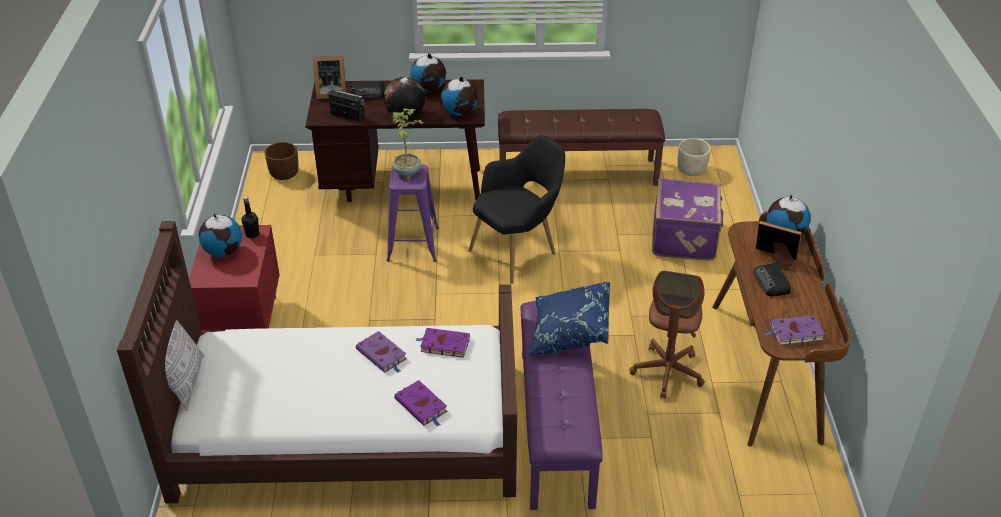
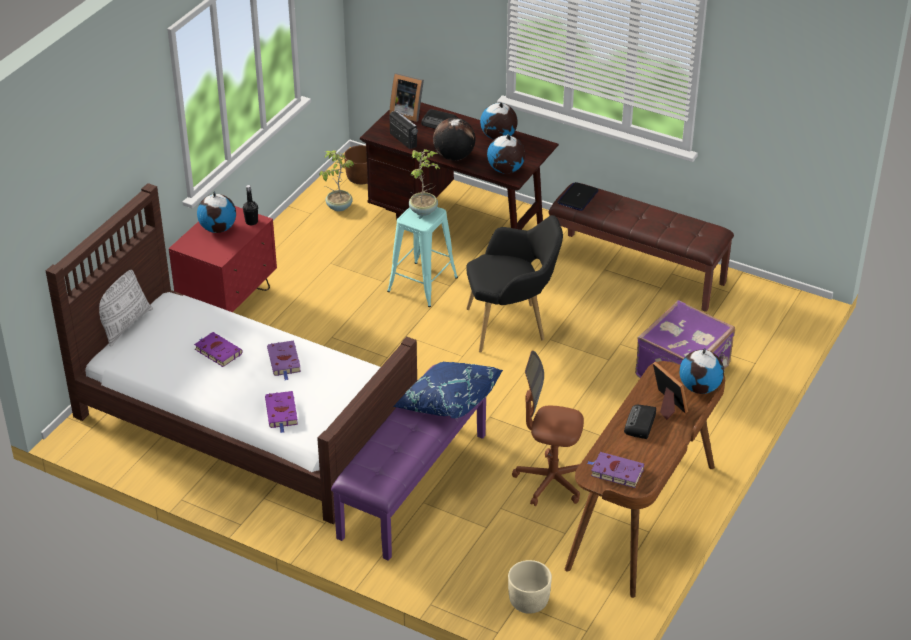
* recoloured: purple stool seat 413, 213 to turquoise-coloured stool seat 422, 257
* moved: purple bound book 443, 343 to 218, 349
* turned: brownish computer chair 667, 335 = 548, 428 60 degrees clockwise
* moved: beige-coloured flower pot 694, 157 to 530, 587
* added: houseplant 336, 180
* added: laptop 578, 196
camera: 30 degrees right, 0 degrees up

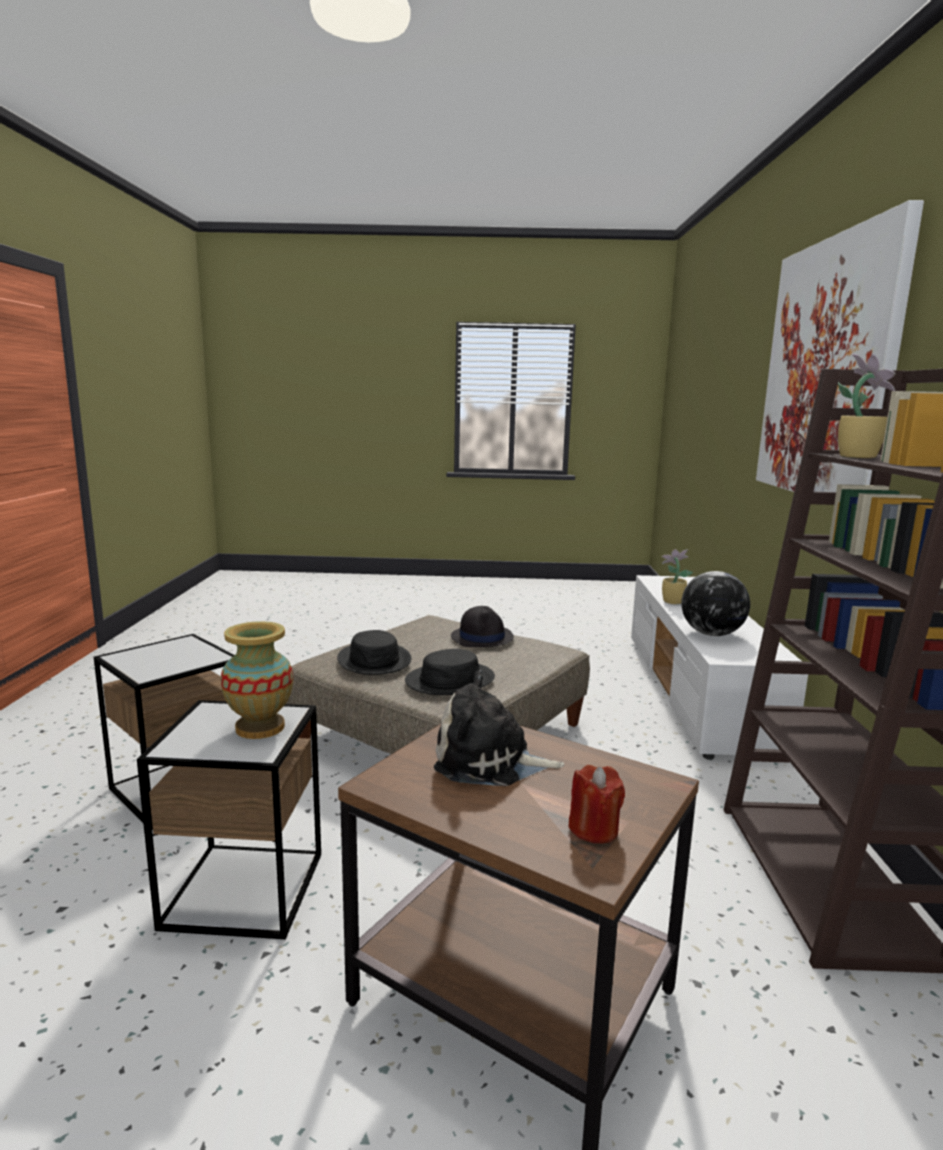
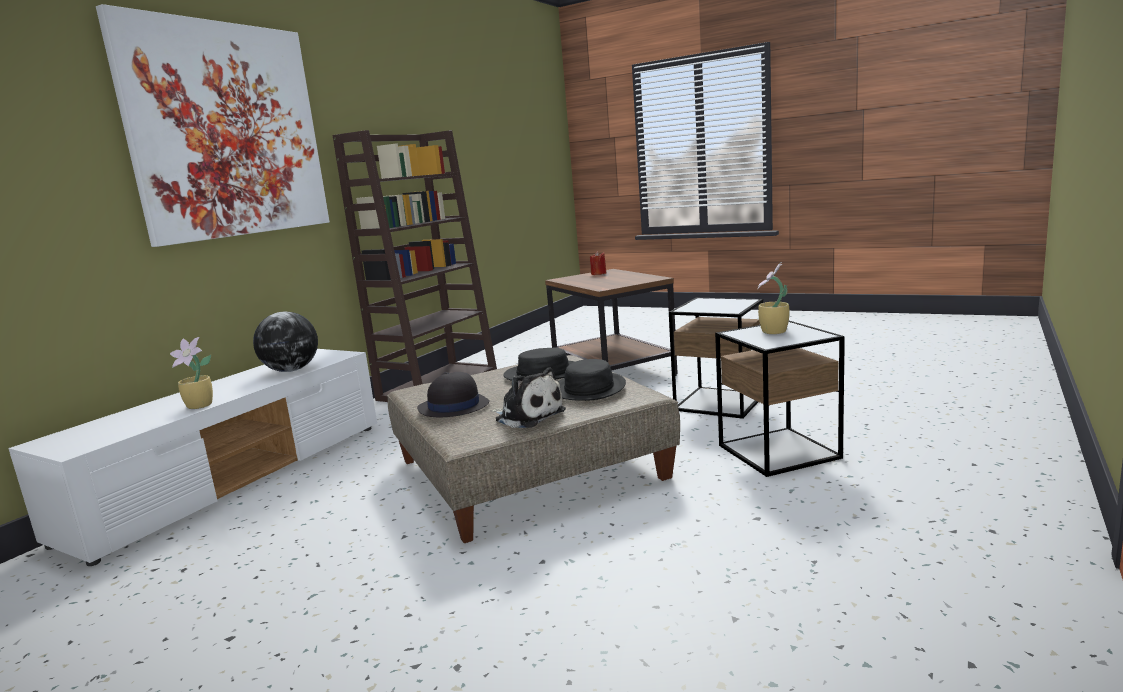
* removed: vase 257, 680
* moved: soft toy 499, 728 to 528, 397
* moved: houseplant 867, 406 to 773, 298
camera: 150 degrees left, 0 degrees up

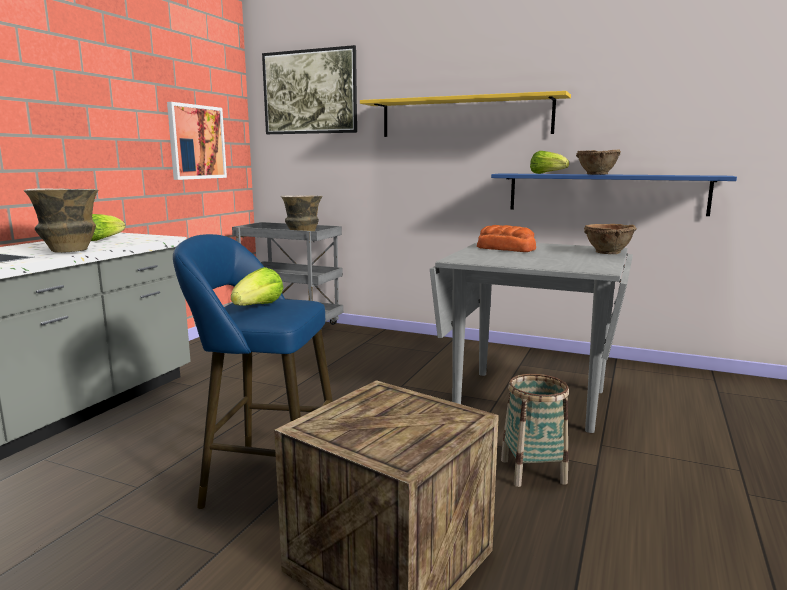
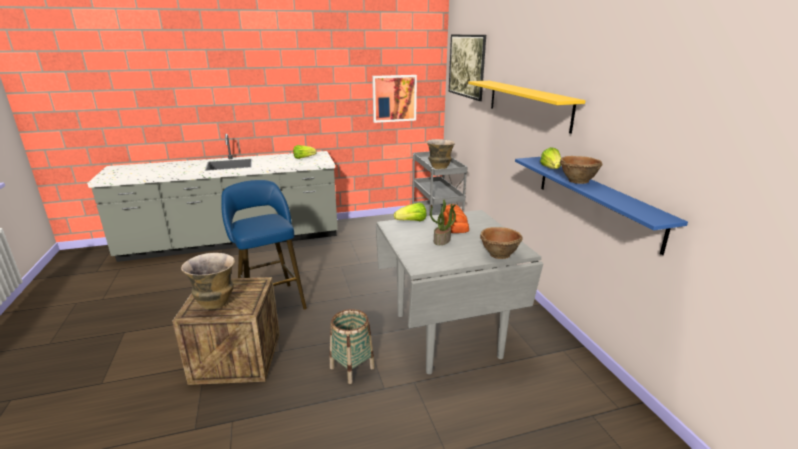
* moved: vase 61, 220 to 208, 281
* moved: head of lettuce 257, 286 to 410, 211
* added: houseplant 443, 222
camera: 50 degrees right, 10 degrees up

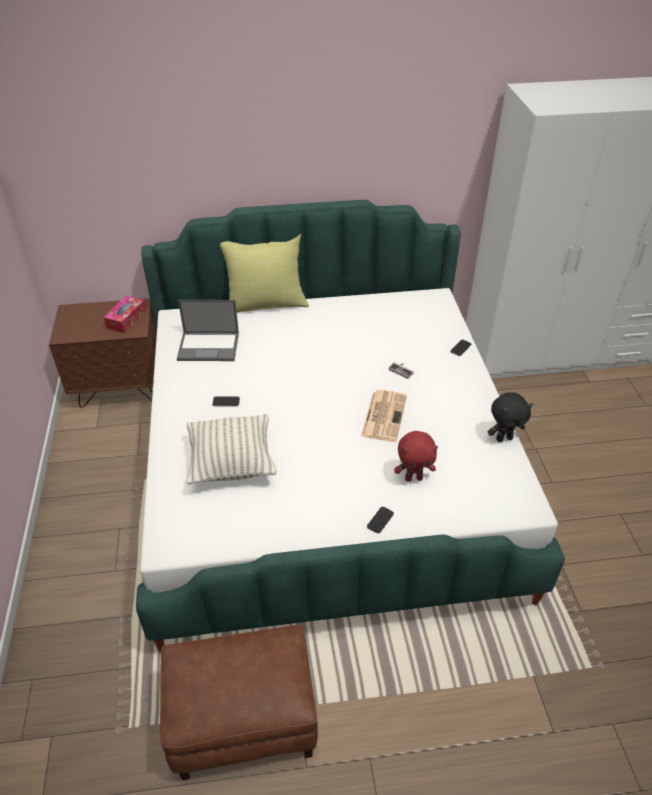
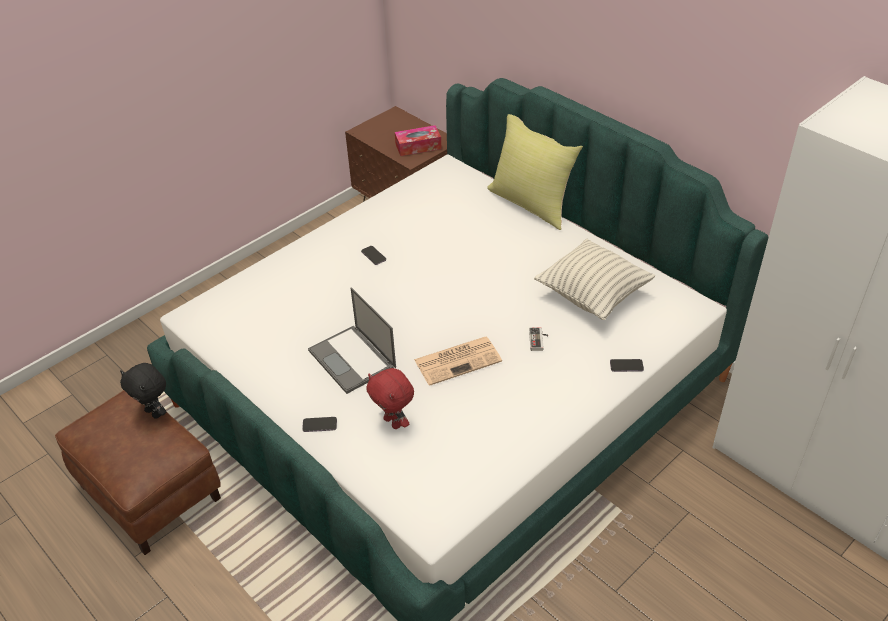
* moved: laptop 208, 330 to 352, 340
* moved: throw pillow 232, 449 to 594, 279
* moved: blackish soft toy 510, 417 to 143, 391
camera: 55 degrees right, 0 degrees up

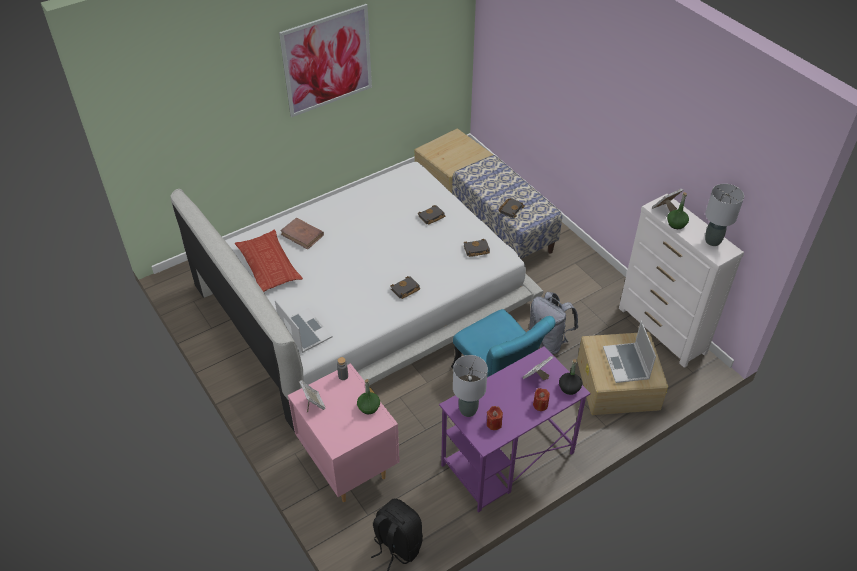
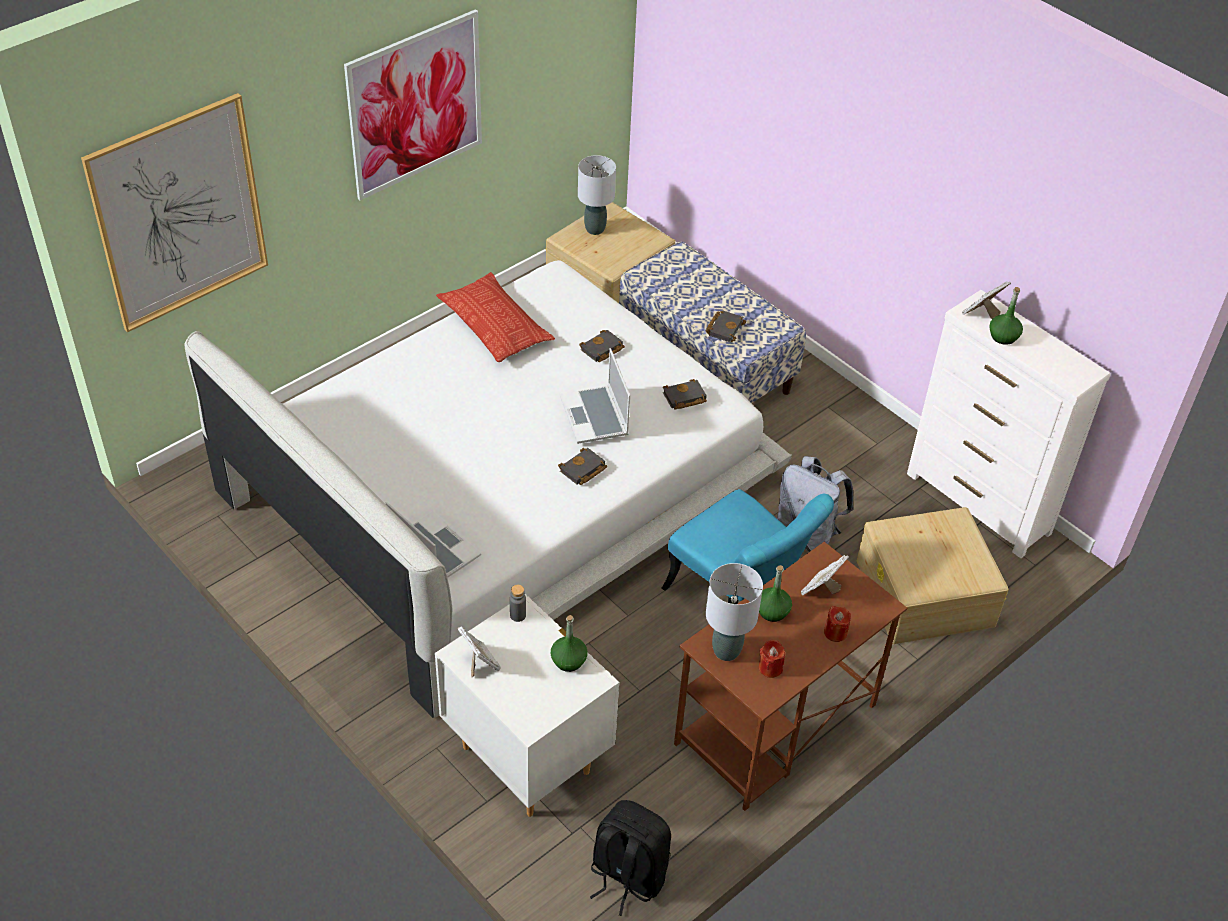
* moved: throw pillow 269, 261 to 495, 317
* removed: brownish bound book 302, 233
* recoloured: pinkish night table 344, 432 to white-coloured night table 527, 705
* recoloured: purple desk table 514, 430 to brownish desk table 790, 676
* removed: blackish drink bottle 570, 377
* moved: laptop 629, 352 to 595, 396
* moved: grey tabletop lamp 724, 215 to 597, 195
* added: picture 174, 212
* added: green-coloured drink bottle 775, 593
camera: 10 degrees left, 0 degrees up

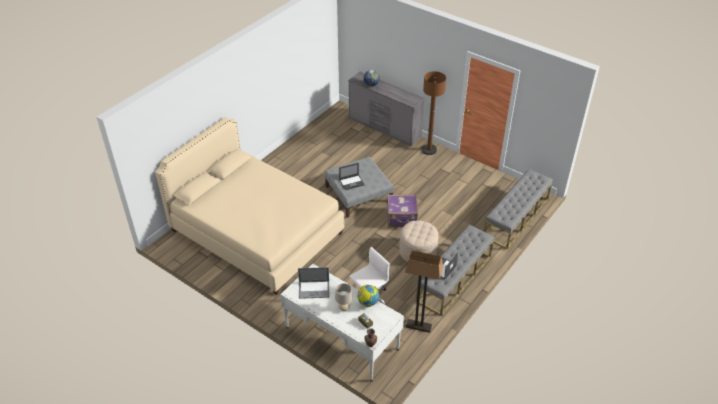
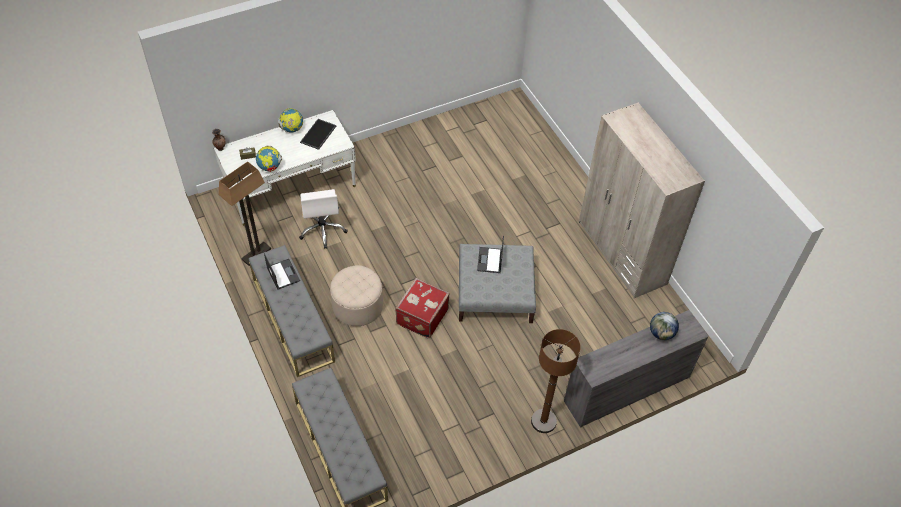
* removed: beige-coloured sleeping bed 249, 206
* replaced: laptop 313, 283 to tray 318, 134
* removed: beige-coloured tabletop lamp 344, 297
* recoloured: purple piece of luggage 402, 211 to red-coloured piece of luggage 422, 308
* added: world globe 290, 120
* added: beige-coloured clothes cupboard 642, 200
camera: 115 degrees right, 10 degrees up

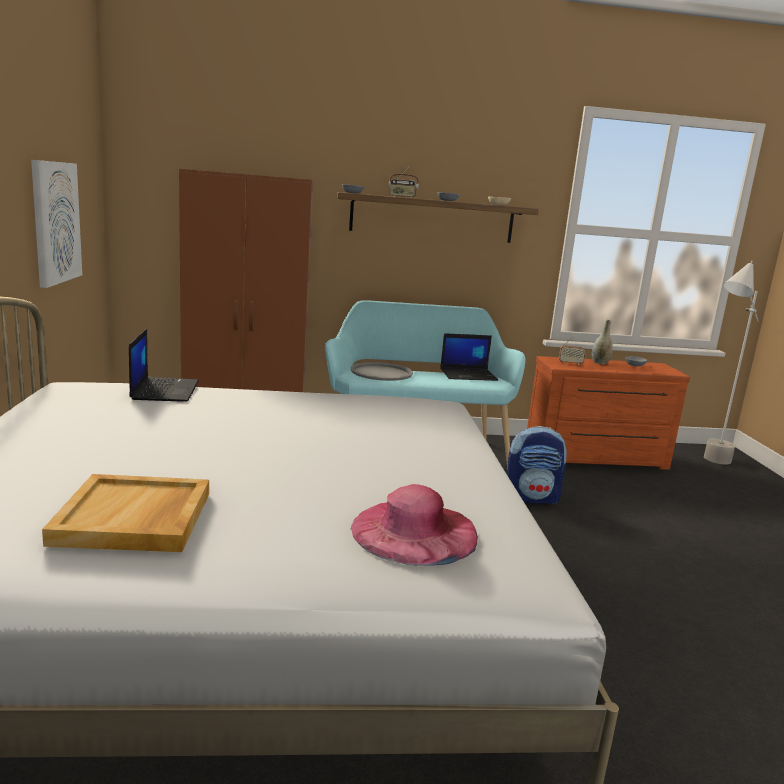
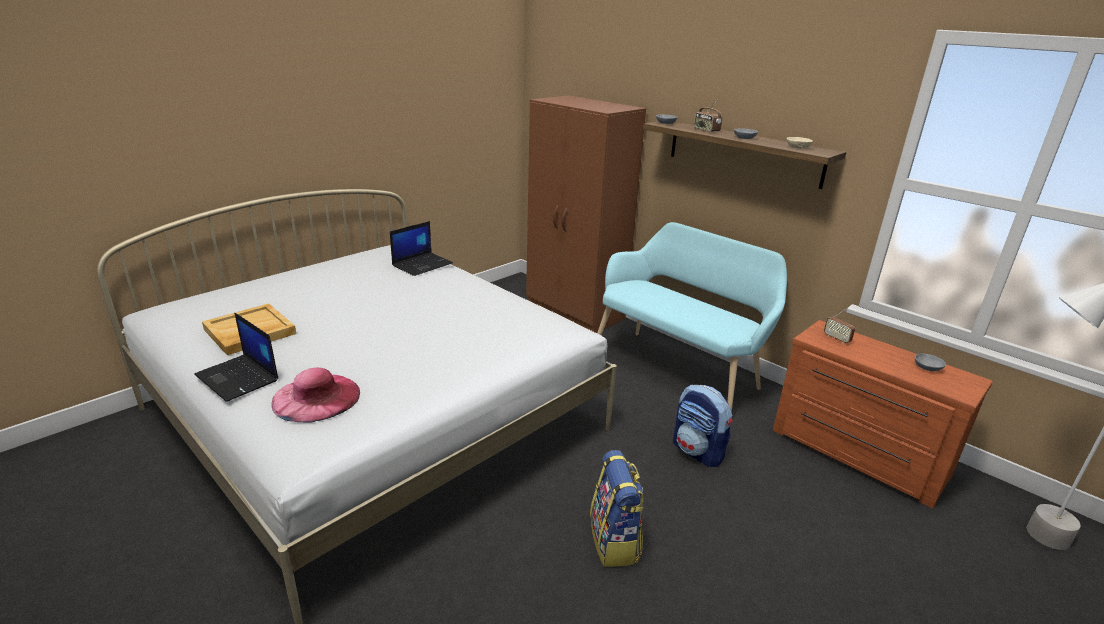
* removed: picture 56, 224
* removed: grey tray 382, 371
* moved: laptop 469, 357 to 236, 357
* removed: grey vase 602, 341
* added: rucksack 617, 508
camera: 50 degrees right, 10 degrees up

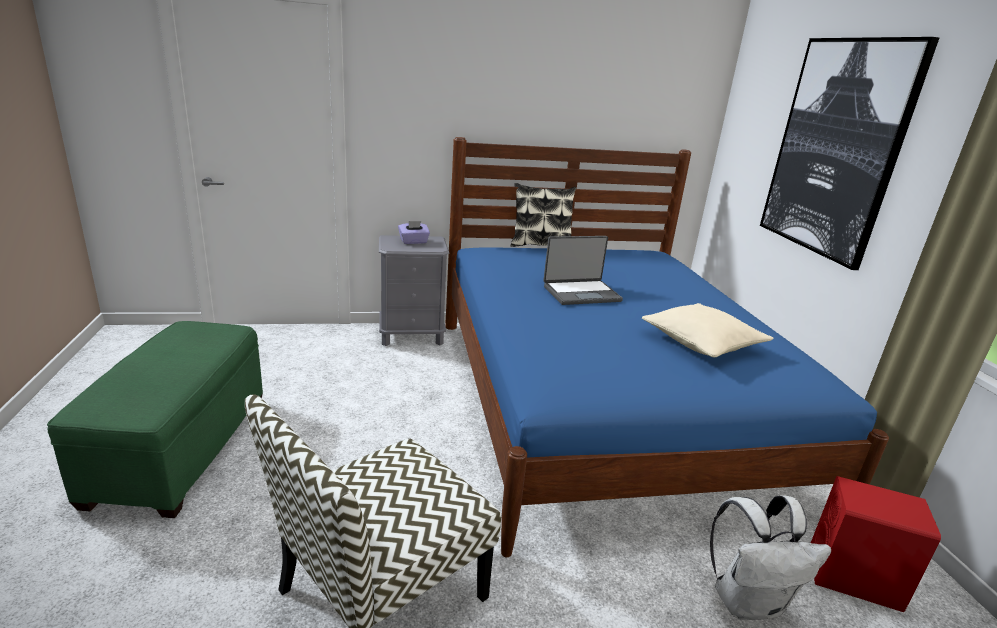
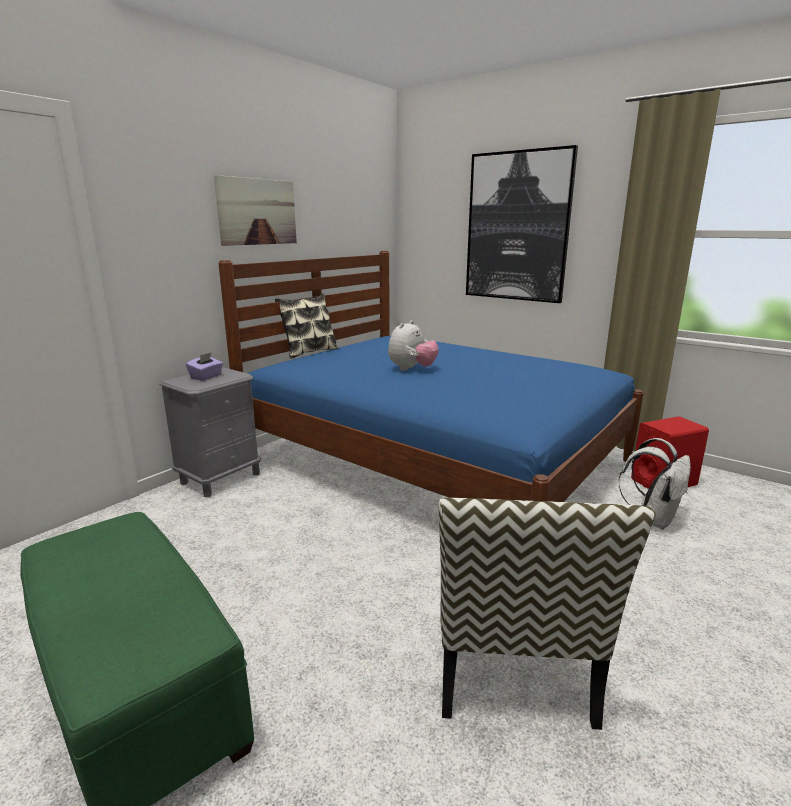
* replaced: laptop 583, 270 to soft toy 413, 345
* removed: beige-coloured throw pillow 708, 330
* added: picture 255, 210
camera: 40 degrees left, 5 degrees down

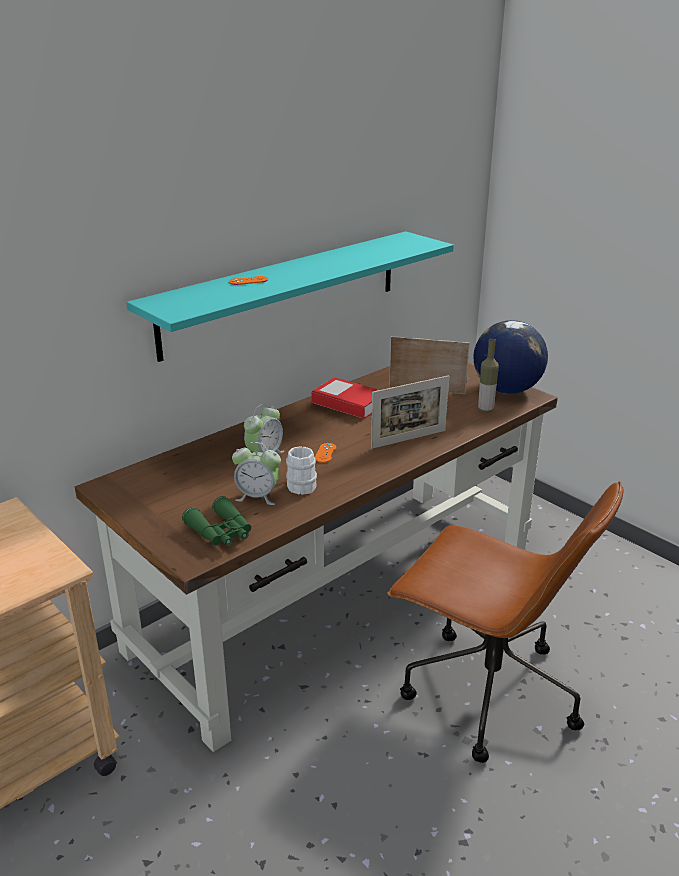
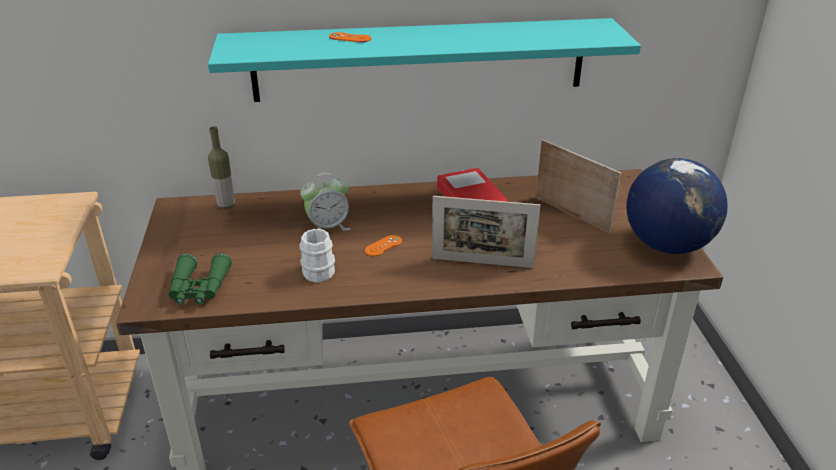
* removed: bedside clock 256, 473
* moved: drink bottle 488, 375 to 221, 167
camera: 35 degrees right, 5 degrees up

